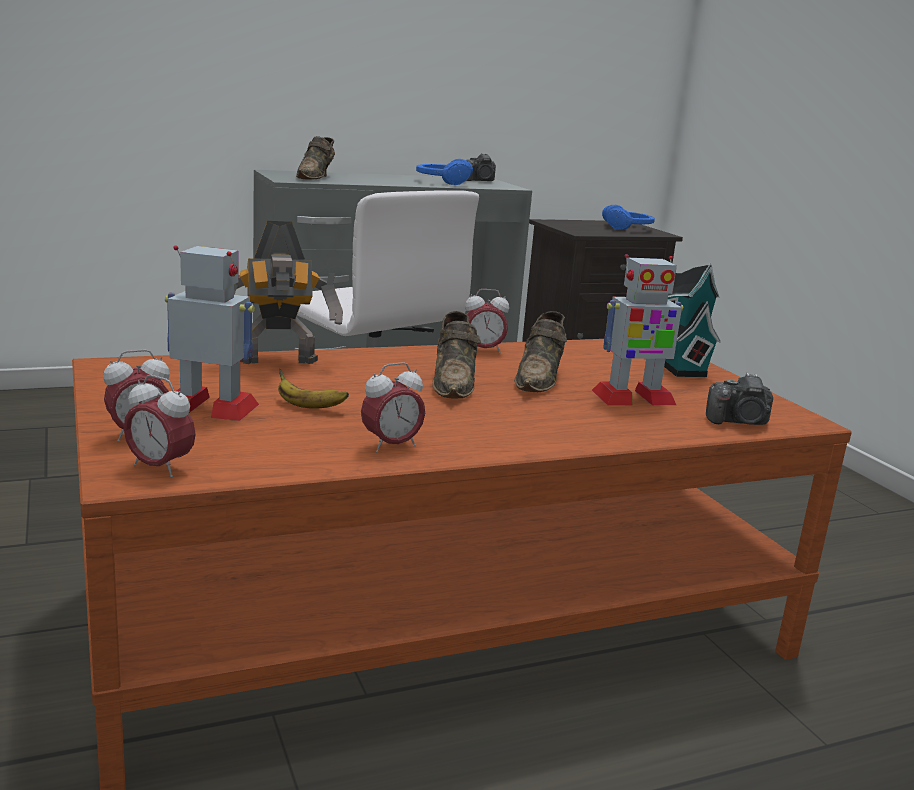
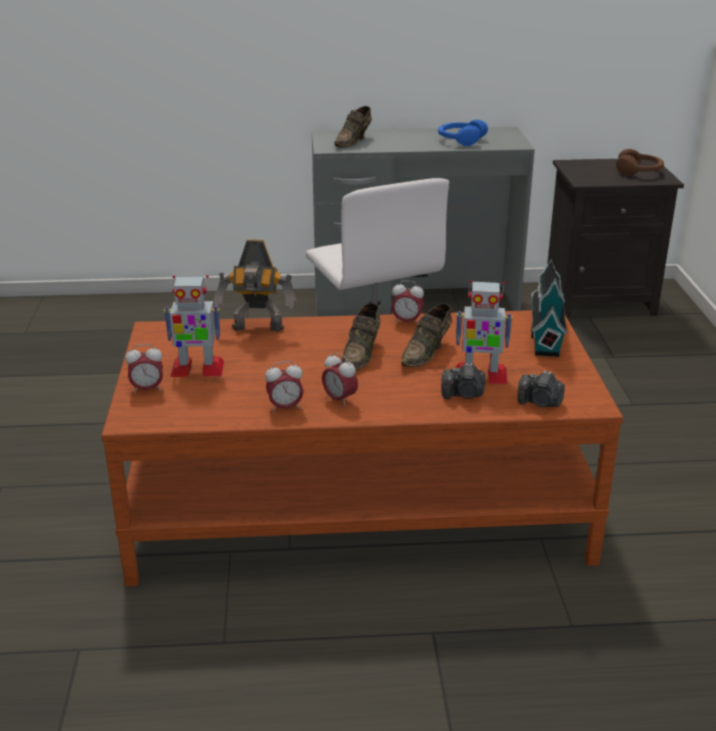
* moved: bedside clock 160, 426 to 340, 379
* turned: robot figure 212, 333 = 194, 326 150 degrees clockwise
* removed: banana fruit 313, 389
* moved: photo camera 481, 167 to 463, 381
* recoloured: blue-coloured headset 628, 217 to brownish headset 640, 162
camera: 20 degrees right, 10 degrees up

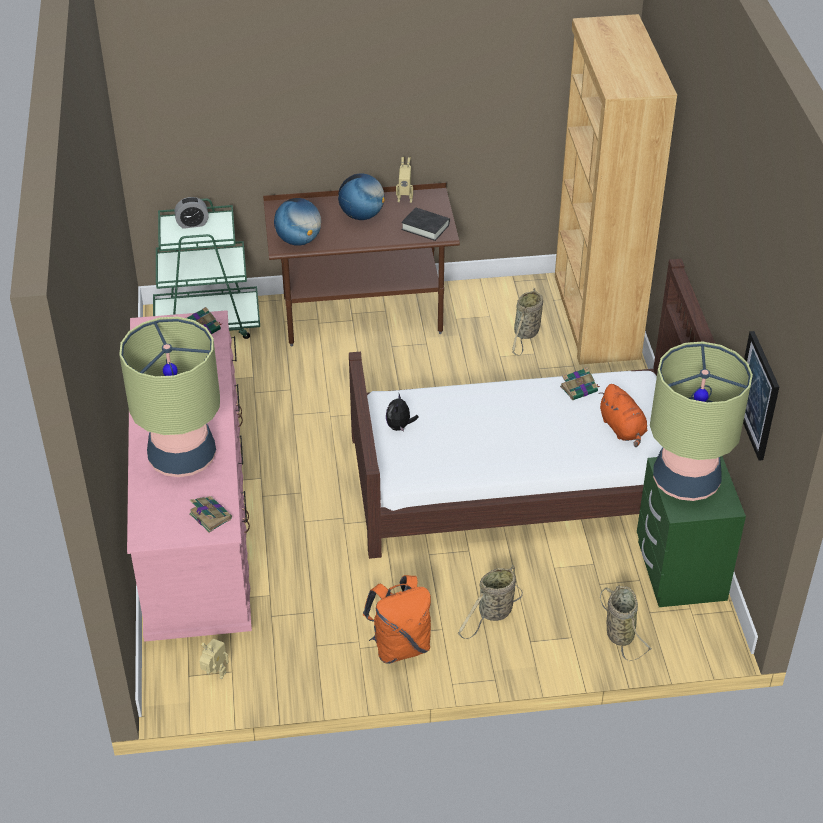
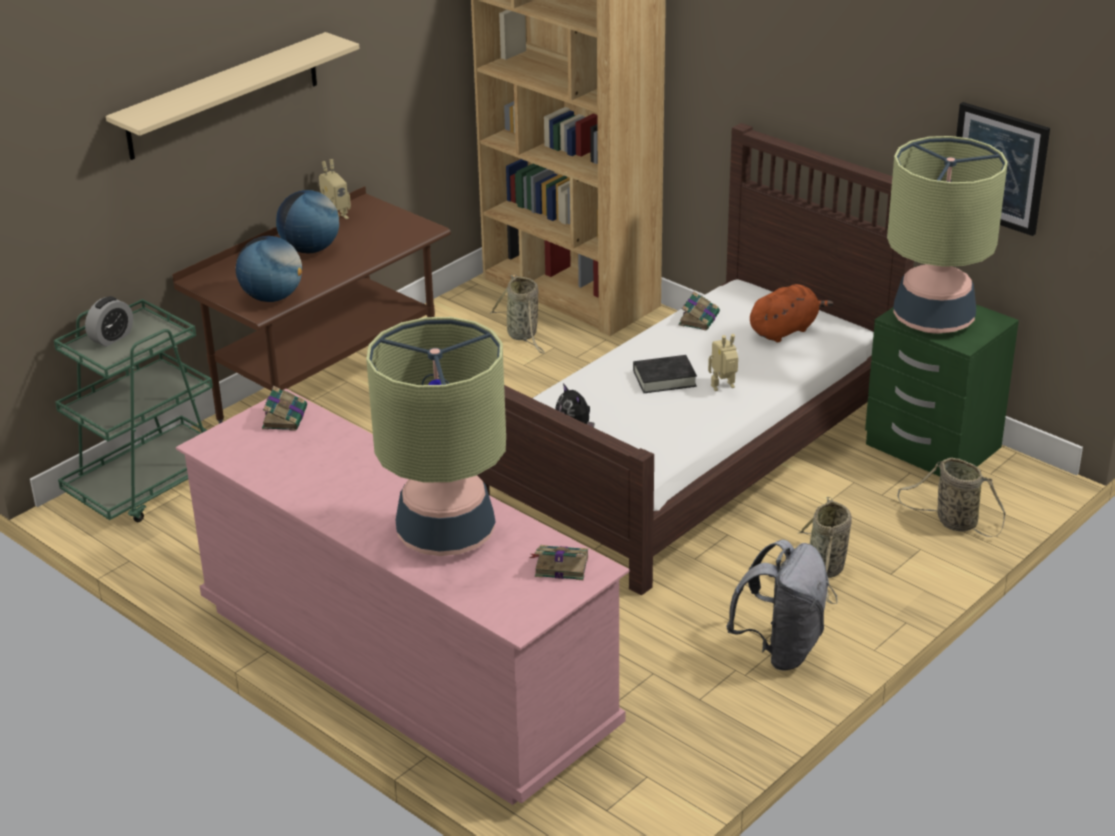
* moved: robot figure 214, 659 to 723, 362
* recoloured: orangey rucksack 397, 619 to grey rucksack 777, 605
* moved: blackish bound book 425, 224 to 665, 374
* turned: orangey soft toy 623, 415 = 791, 313 60 degrees counterclockwise
* added: beige-coloured shelf 233, 96
camera: 40 degrees left, 10 degrees down

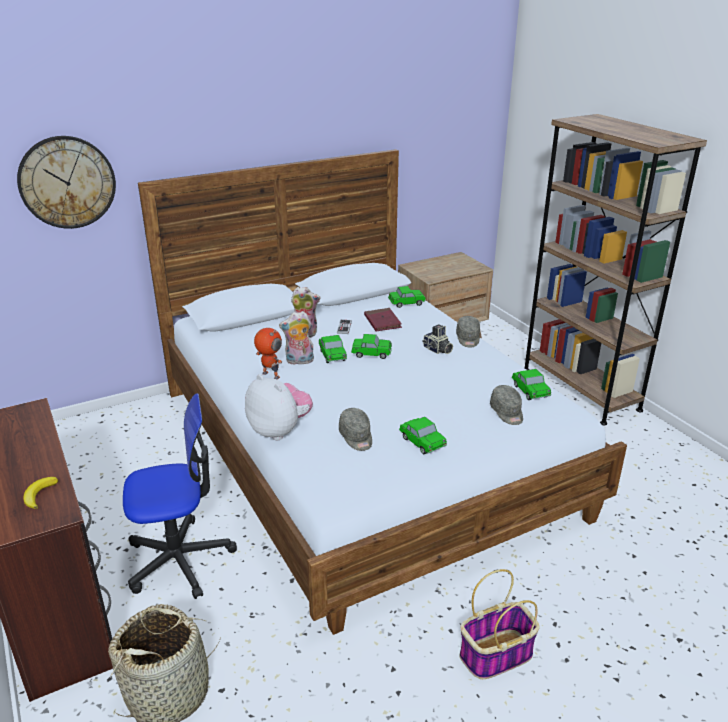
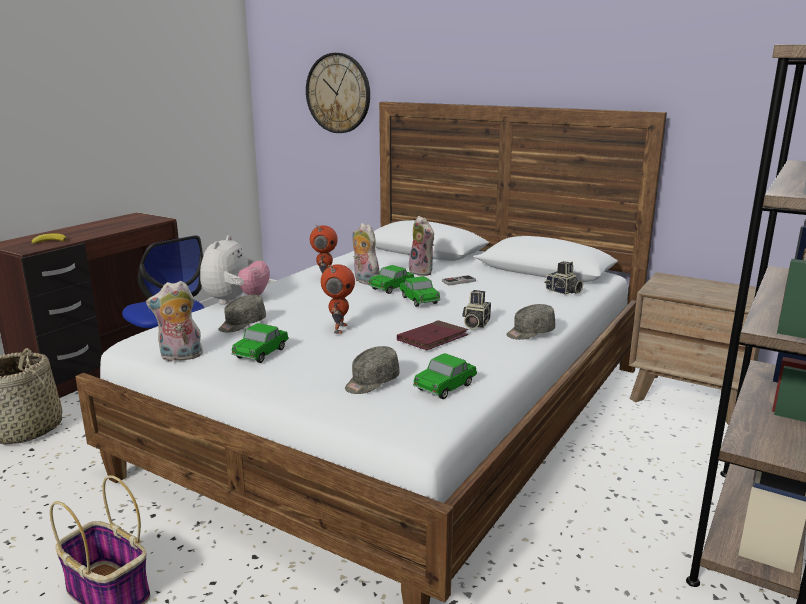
* moved: red-coloured bound book 383, 320 to 432, 335
* replaced: toy car 407, 297 to photo camera 564, 278
* added: soft toy 174, 321
* added: robot figure 338, 299
camera: 60 degrees right, 10 degrees down

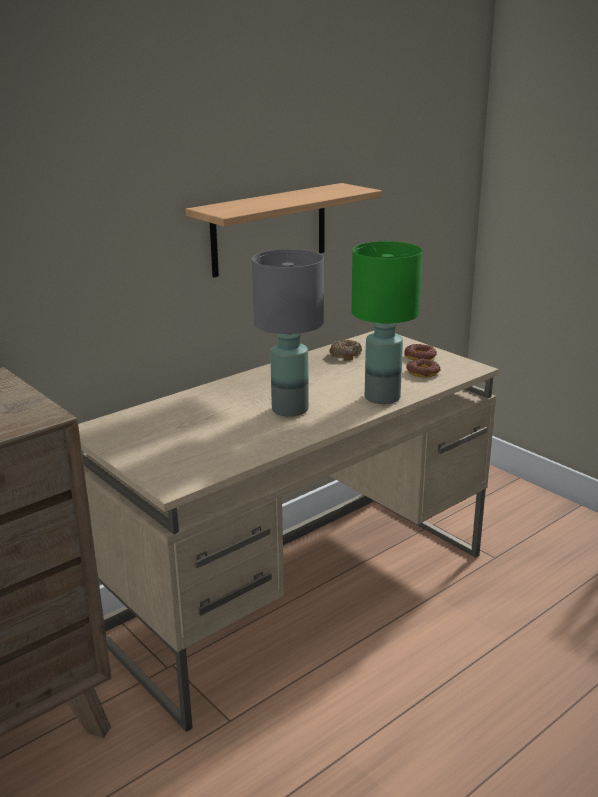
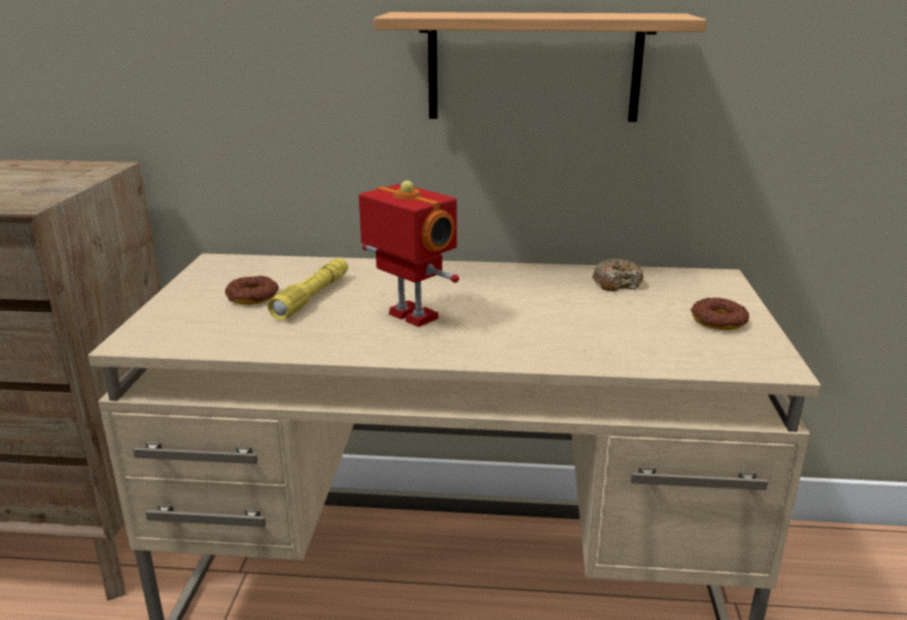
* replaced: grey tabletop lamp 288, 333 to robot figure 409, 253
* removed: green-coloured tabletop lamp 387, 322
* moved: ring doughnut 423, 368 to 252, 290
* added: yellowish hand torch 308, 289
camera: 45 degrees right, 0 degrees up

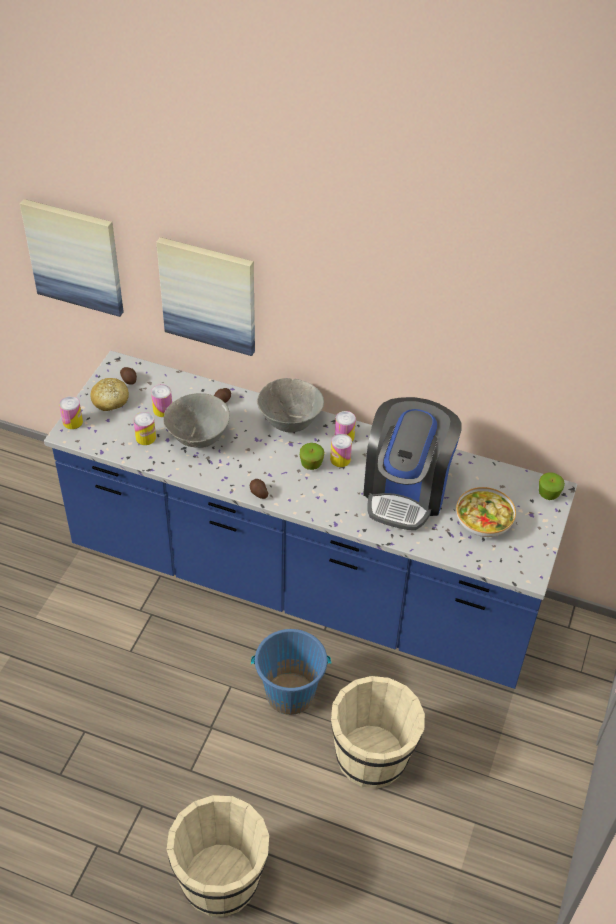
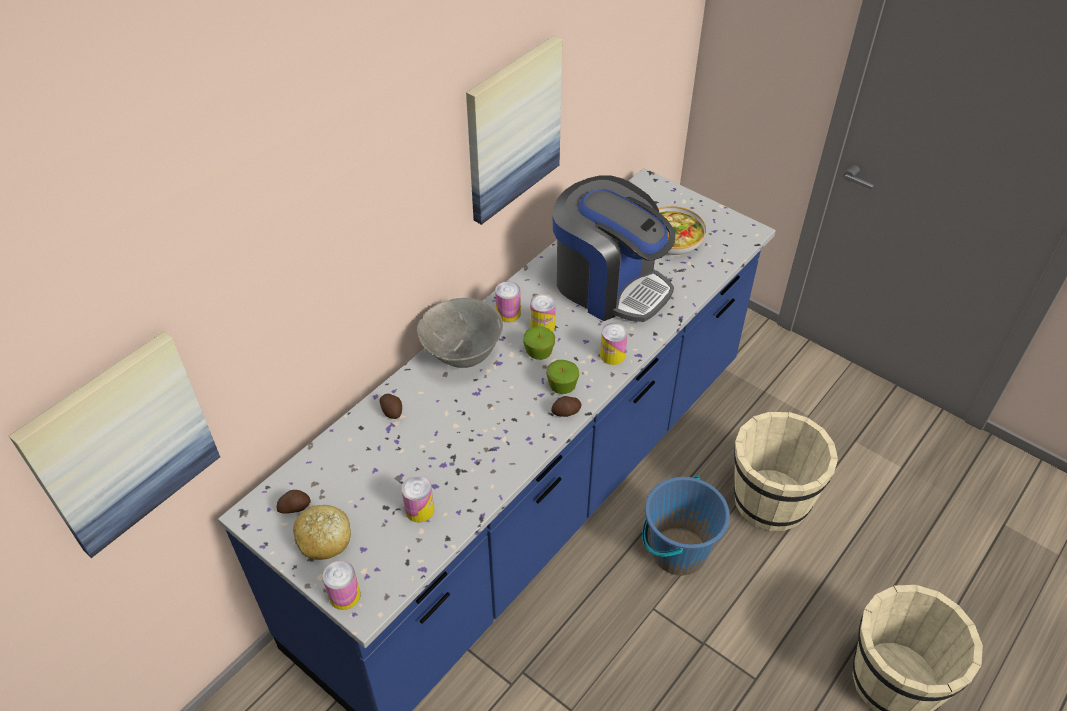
* moved: metal can 161, 400 to 614, 344
* moved: picture 205, 296 to 514, 130
* removed: grey serving bowl 196, 420
* moved: apple fruit 552, 486 to 562, 377
camera: 70 degrees left, 0 degrees up

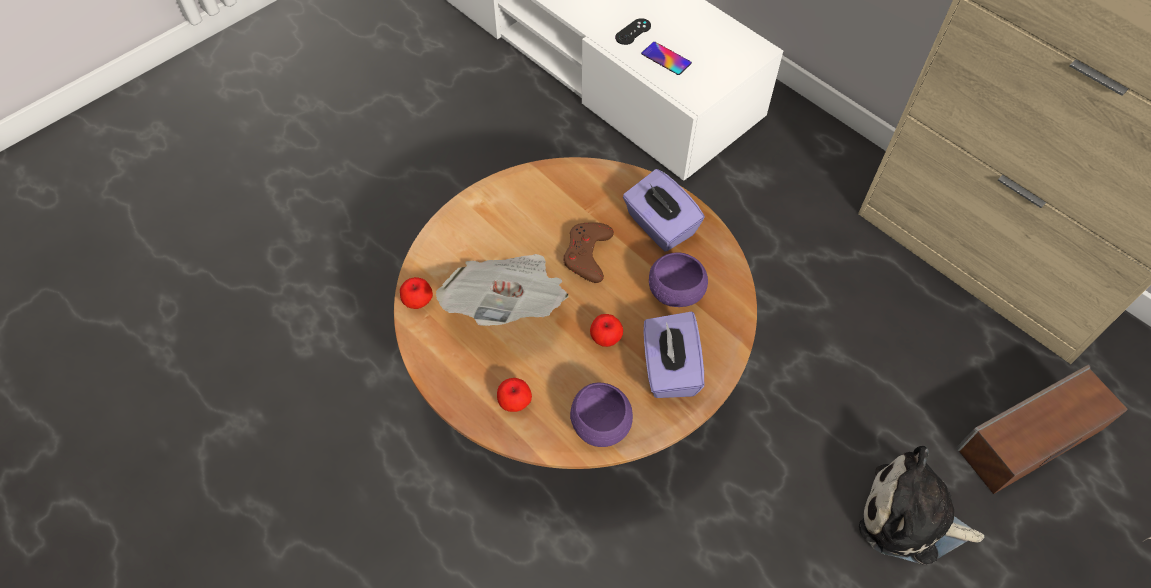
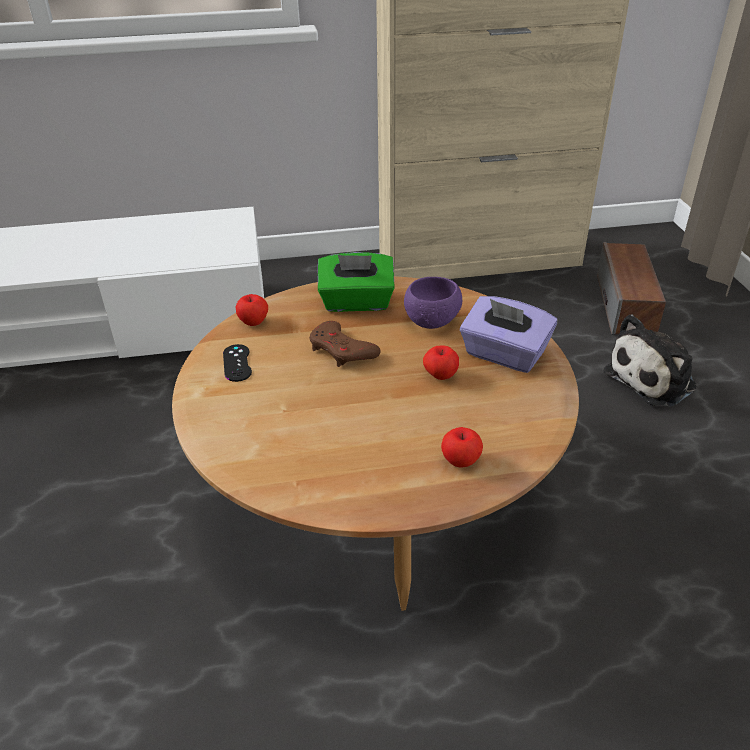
* moved: apple fruit 416, 293 to 252, 310
* removed: newspaper 502, 290
* removed: purple serving bowl 601, 415
* moved: blackish gamepad 633, 31 to 237, 363
* recoloured: purple box of tissues 664, 210 to green-coloured box of tissues 356, 282
* removed: phone 666, 58
camera: 55 degrees left, 20 degrees down

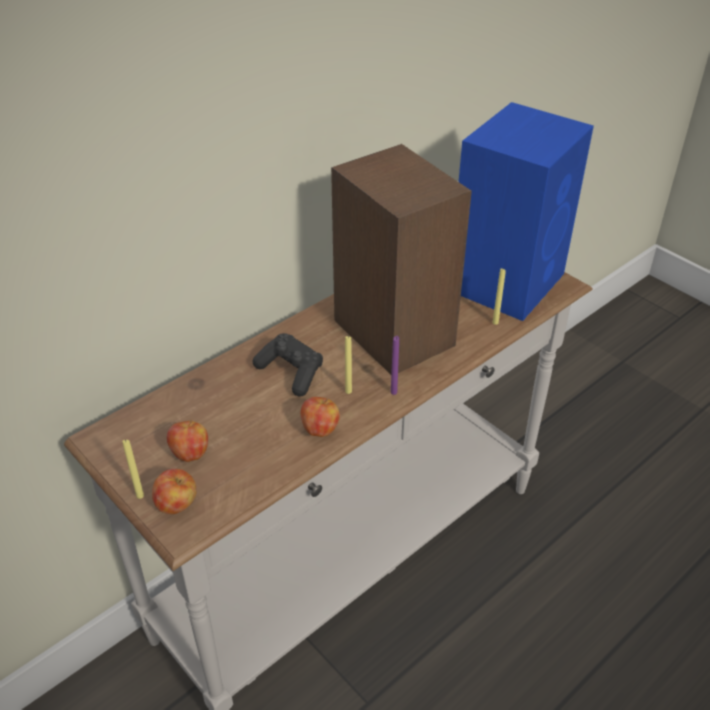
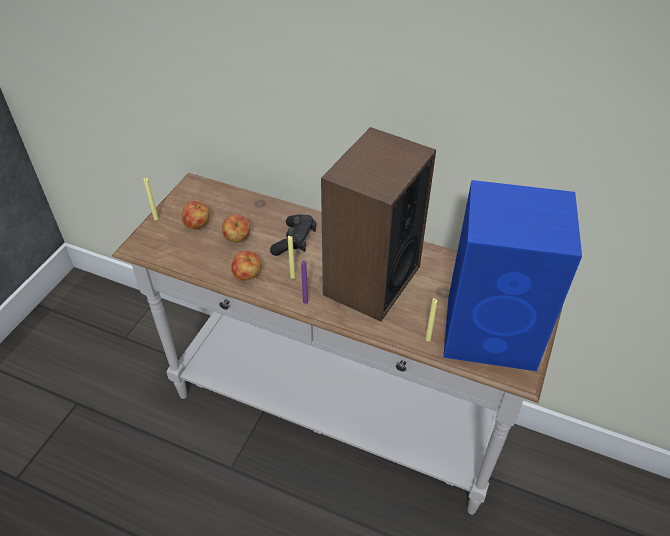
* moved: apple fruit 174, 491 to 236, 228
camera: 65 degrees right, 5 degrees up

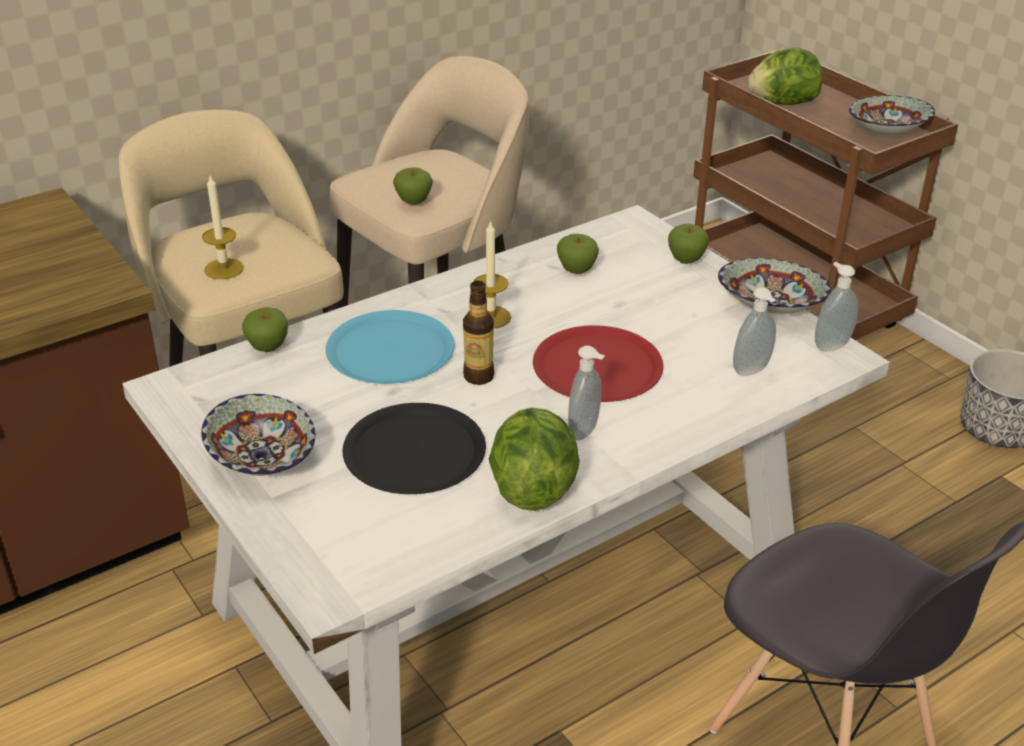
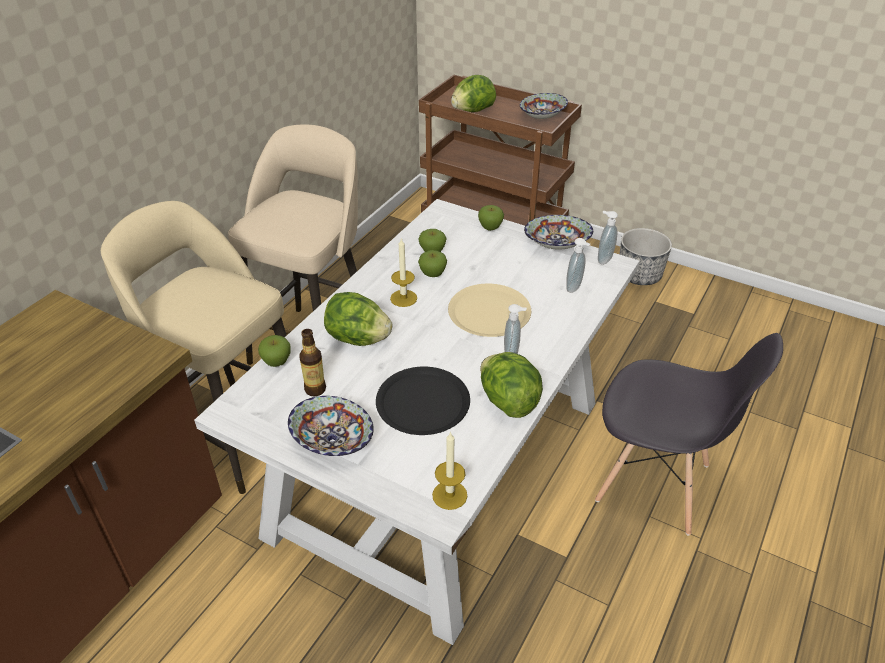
* moved: wax candle 223, 227 to 450, 470
* replaced: blue-coloured plate 390, 347 to head of lettuce 358, 319
* moved: apple fruit 413, 186 to 432, 263
* moved: drink bottle 478, 332 to 312, 363
* recoloured: red-coloured plate 598, 363 to beige-coloured plate 489, 310
camera: 25 degrees left, 5 degrees up

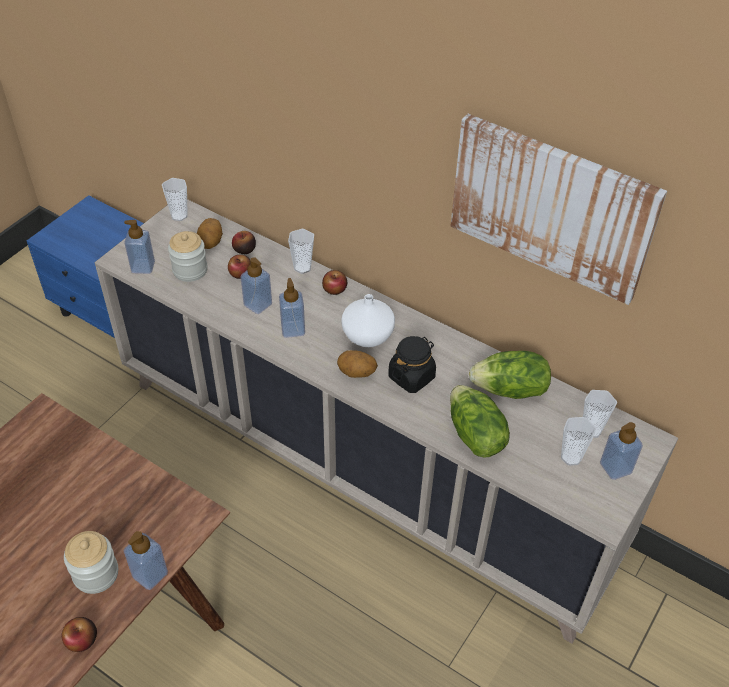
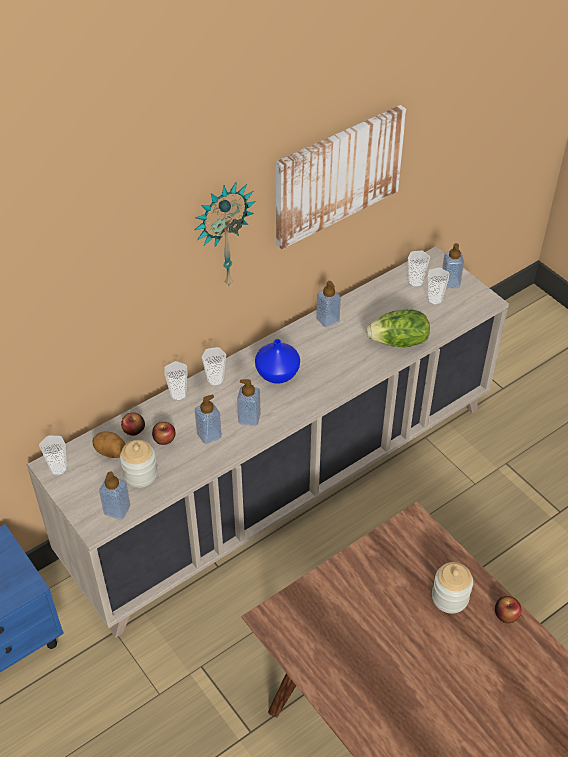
* moved: soap bottle 146, 560 to 328, 304
* replaced: apple fruit 334, 282 to cup 214, 366
* removed: spud 357, 364
* recoloured: white-coloured vase 368, 320 to blue-coloured vase 277, 361
* removed: blackish jar 412, 364
* removed: head of lettuce 510, 375
* added: clock on the wall 225, 234
camera: 70 degrees left, 0 degrees up

